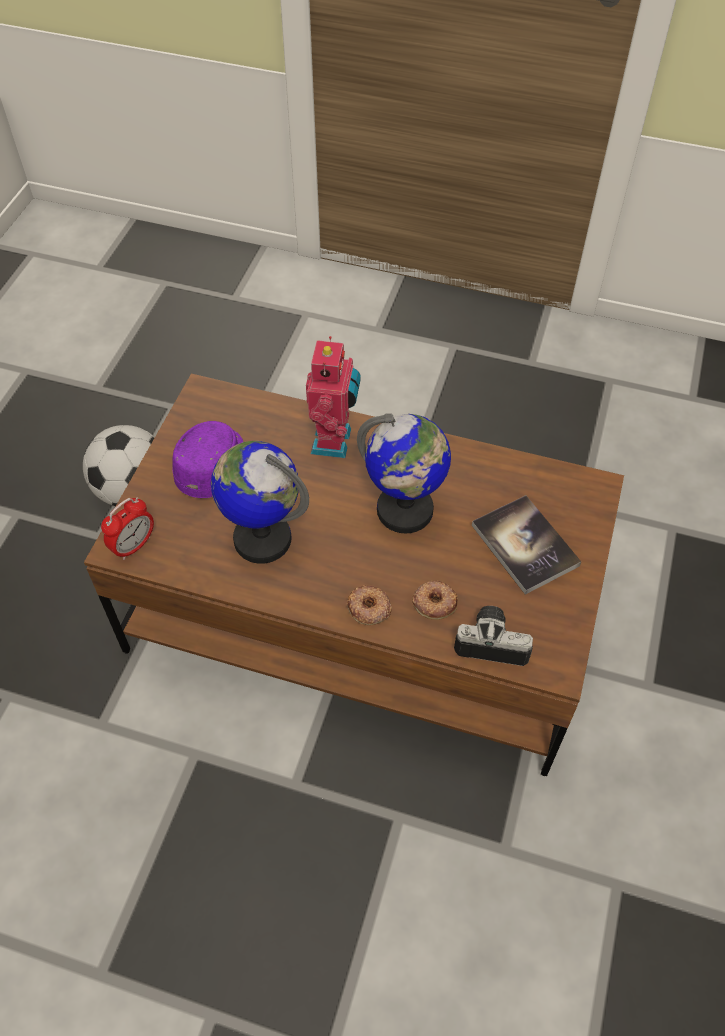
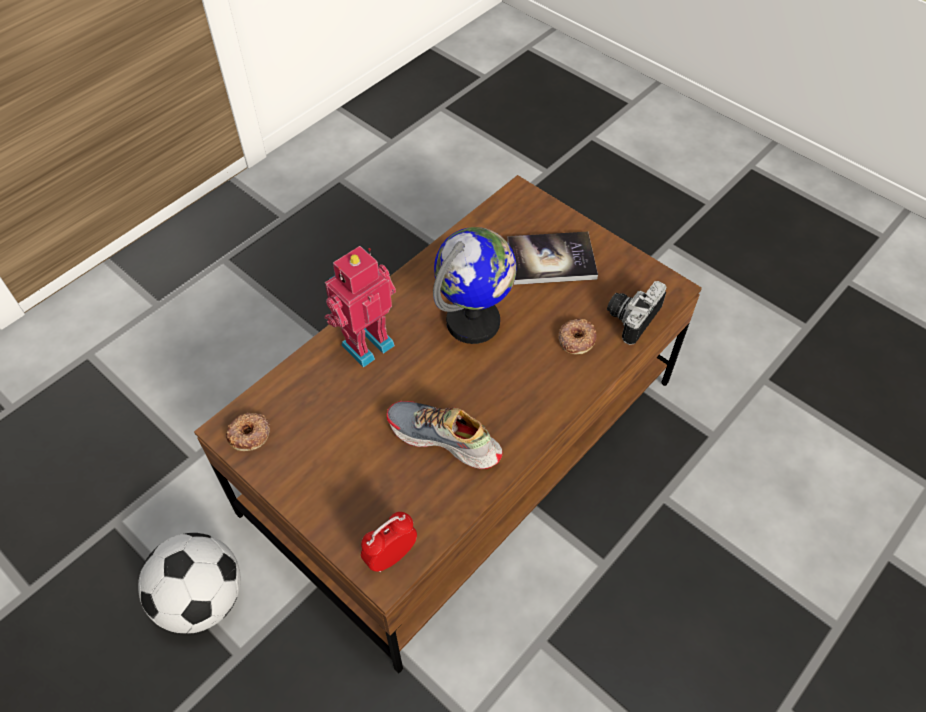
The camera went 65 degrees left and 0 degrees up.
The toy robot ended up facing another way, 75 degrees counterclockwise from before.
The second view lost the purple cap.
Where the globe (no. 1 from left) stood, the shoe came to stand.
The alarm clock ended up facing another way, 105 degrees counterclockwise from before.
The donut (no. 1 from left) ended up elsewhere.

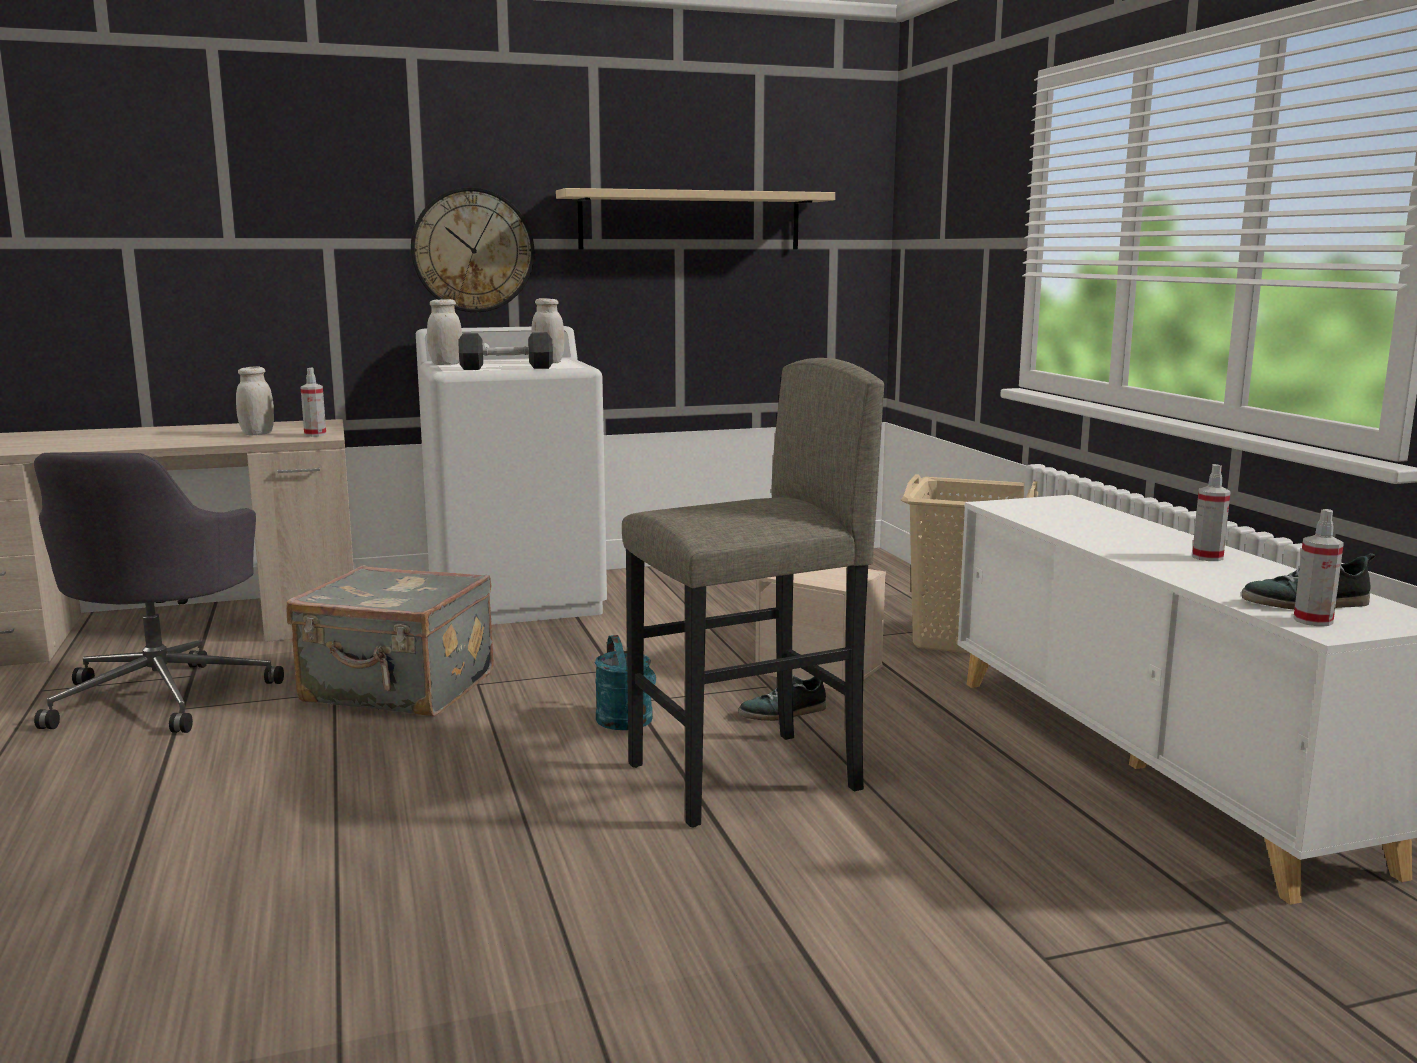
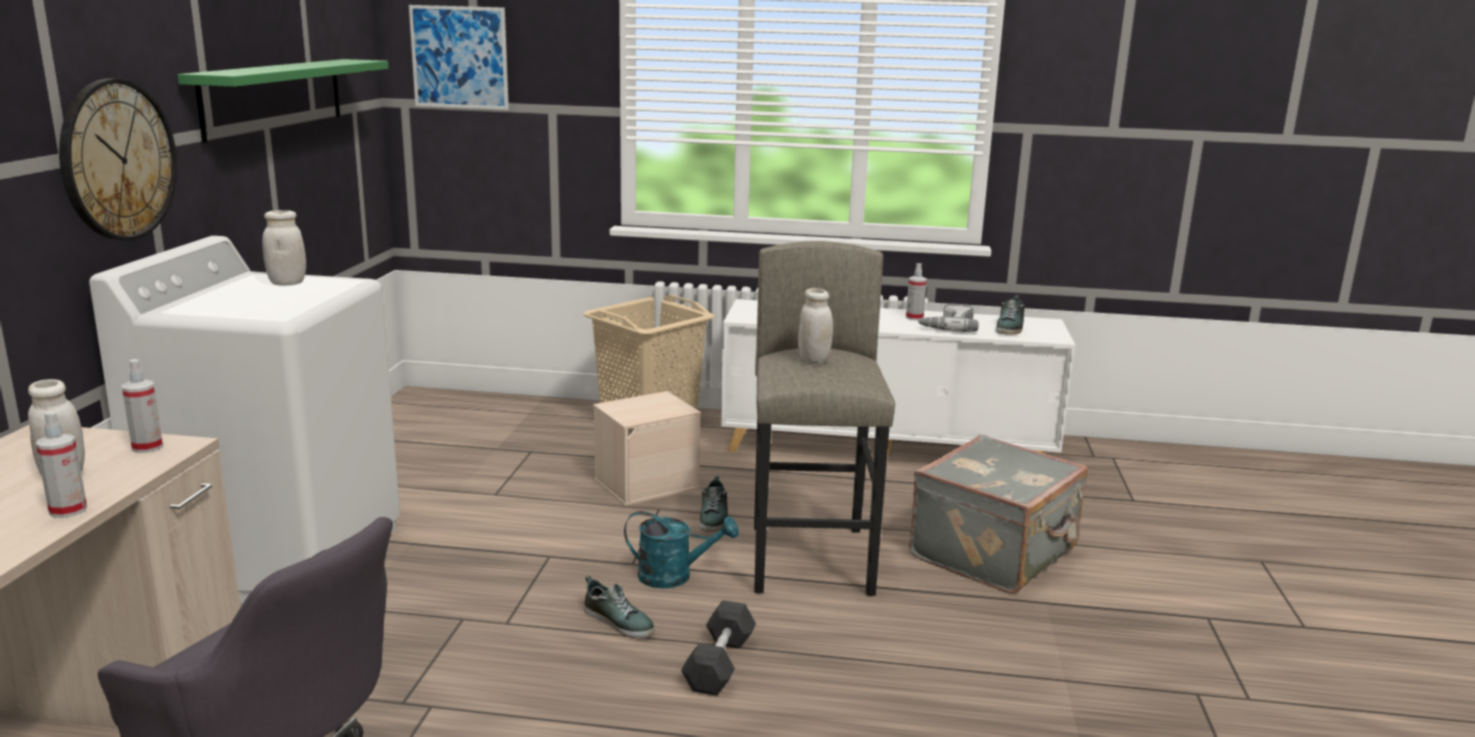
The camera went 65 degrees left and 5 degrees up.
What was the beige shelf turned into the green shelf.
The white jar (no. 2 from left in the first image) ended up elsewhere.
The grey dumbbell ended up elsewhere.
The spray bottle (no. 3 from left in the first image) ended up elsewhere.
The grey suitcase ended up elsewhere.
The second view gained the picture.
The second view gained the power drill.
The second view gained the shoe (no. 1 from left).

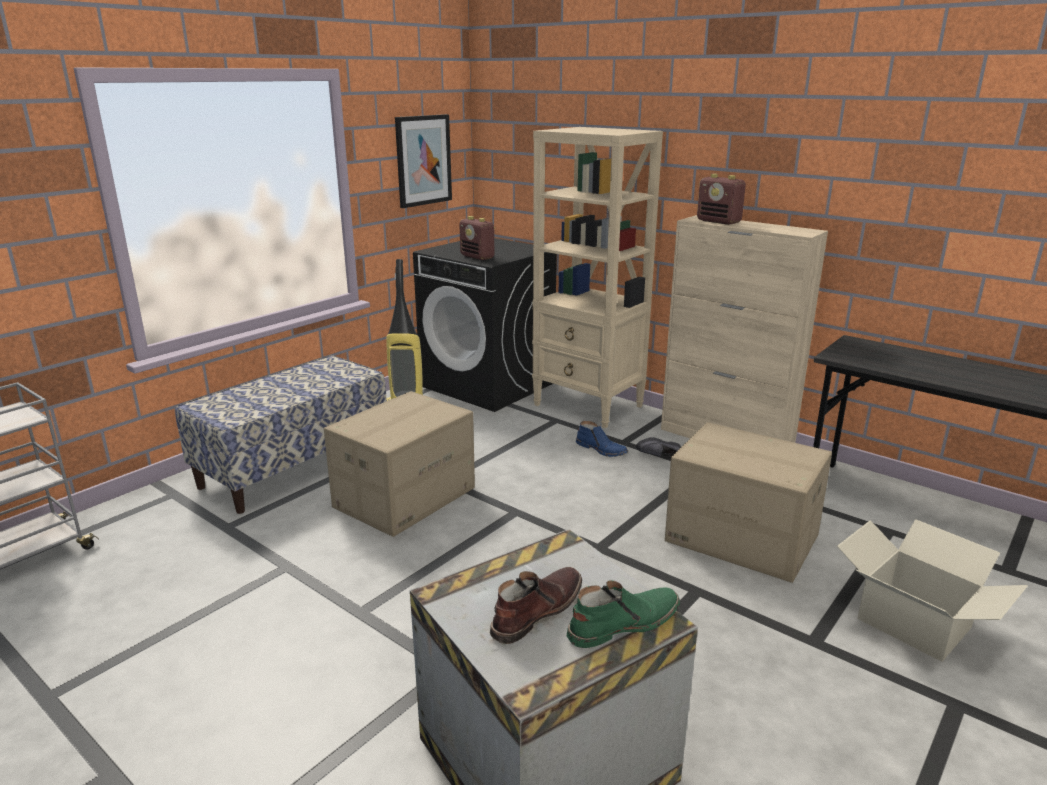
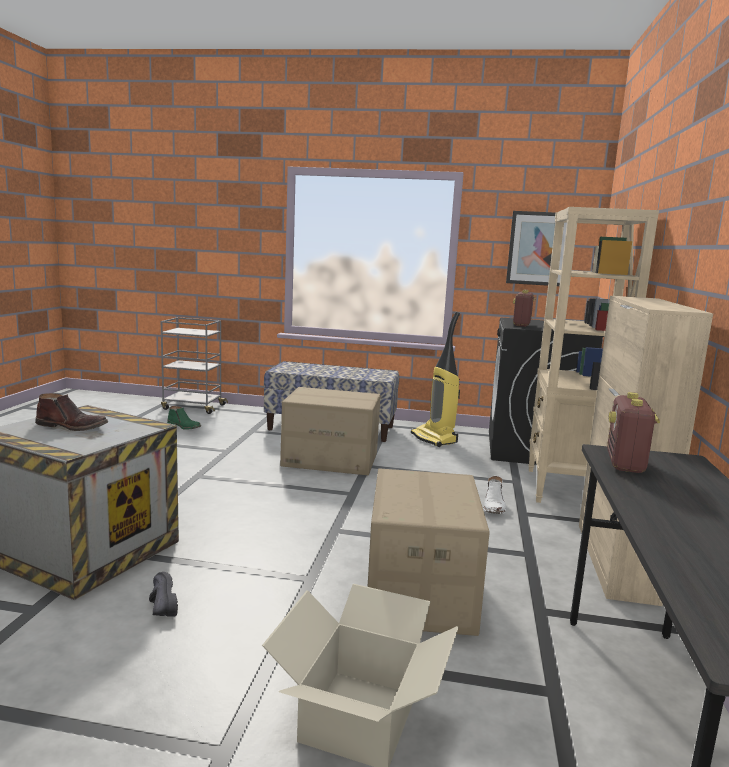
The camera went 60 degrees right and 10 degrees down.
The radio (no. 2 from left) ended up elsewhere.
What was the blue boot turned into the white boot.
The black shoe ended up elsewhere.
The green boot ended up elsewhere.

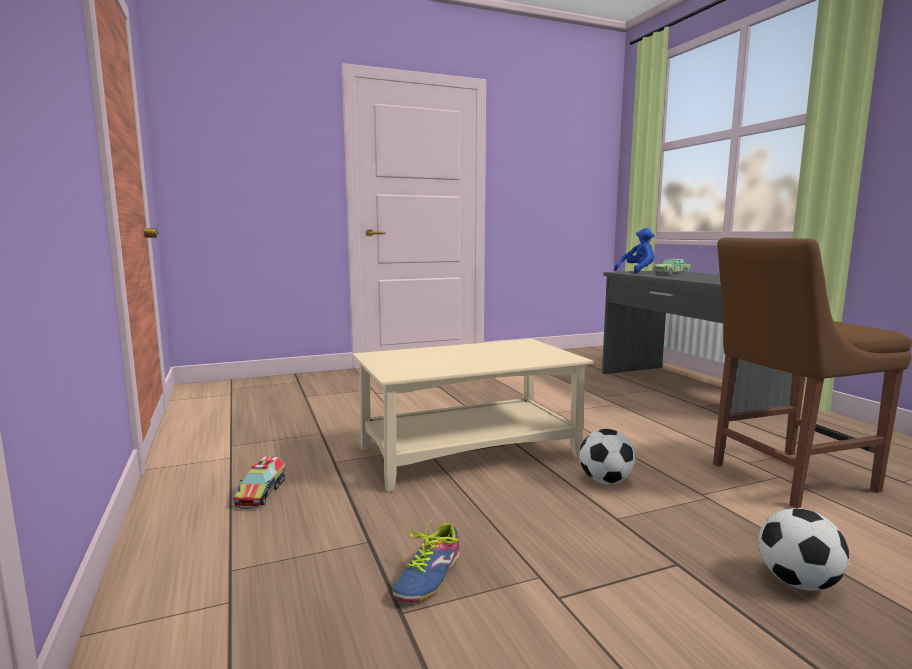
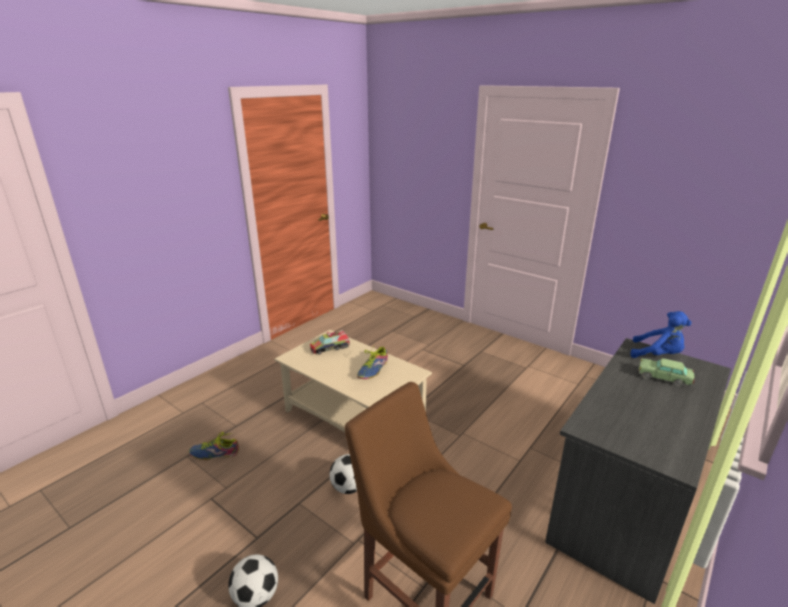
The camera went 60 degrees right and 15 degrees up.
The toy truck ended up elsewhere.
The second view gained the shoe (no. 2 from left).

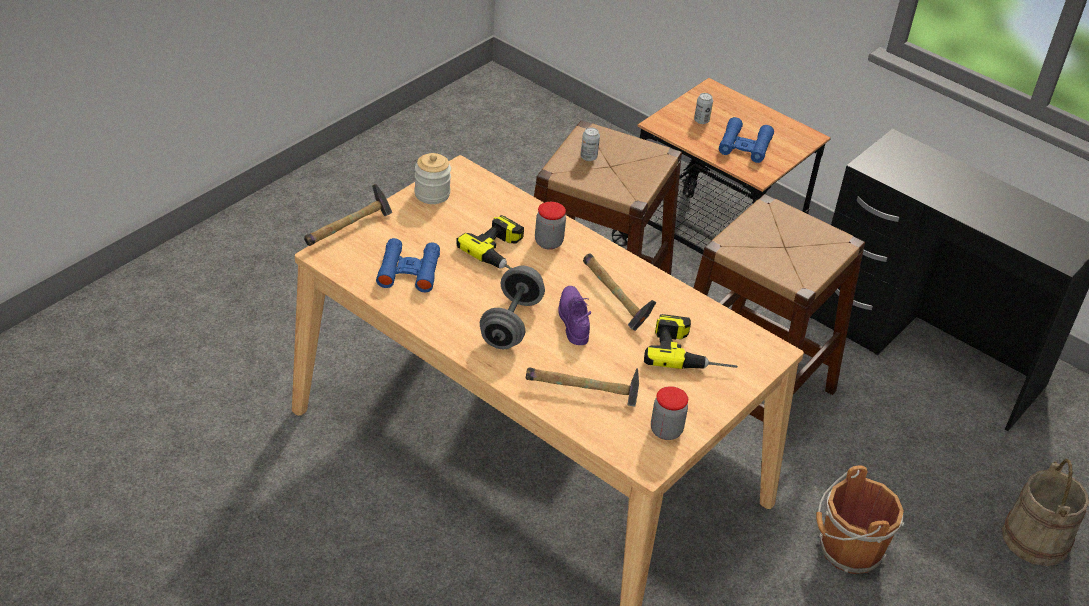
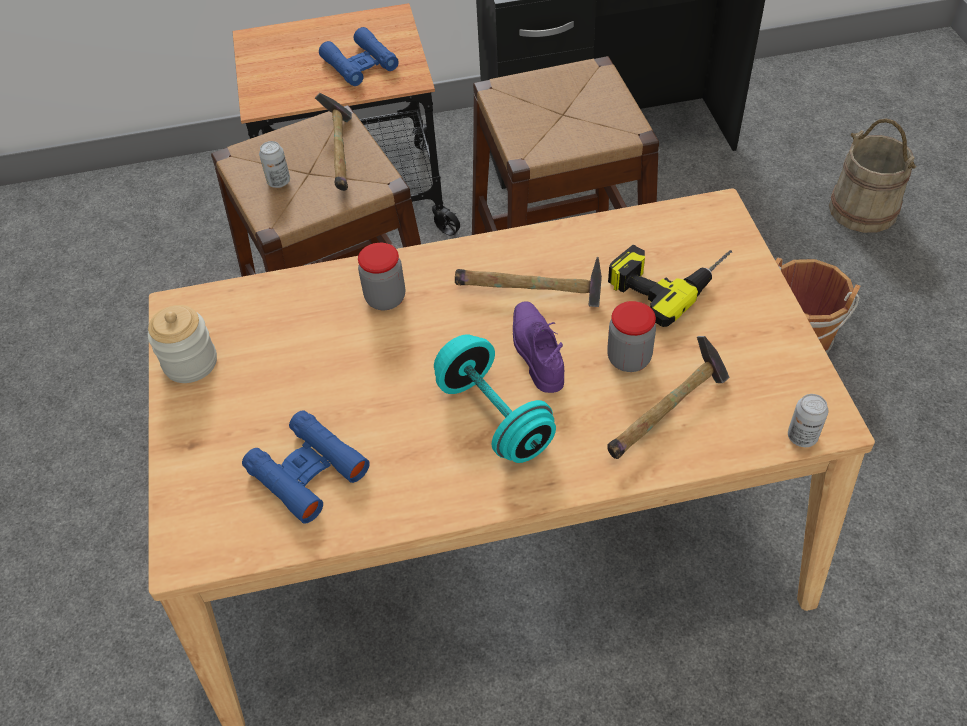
The camera went 45 degrees left and 10 degrees up.
The can (no. 2 from left) ended up elsewhere.
The hammer (no. 1 from left) ended up elsewhere.
The second view lost the power drill (no. 1 from left).
What was the grey dumbbell turned into the turquoise dumbbell.
The purple shoe ended up facing another way, 45 degrees clockwise from before.
The jar (no. 3 from left) ended up elsewhere.

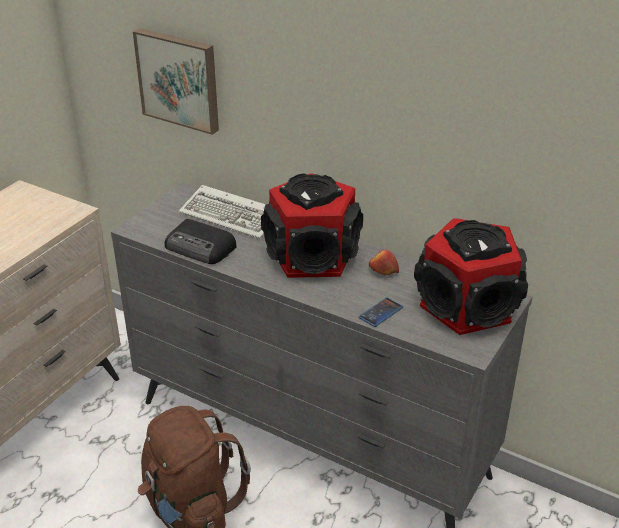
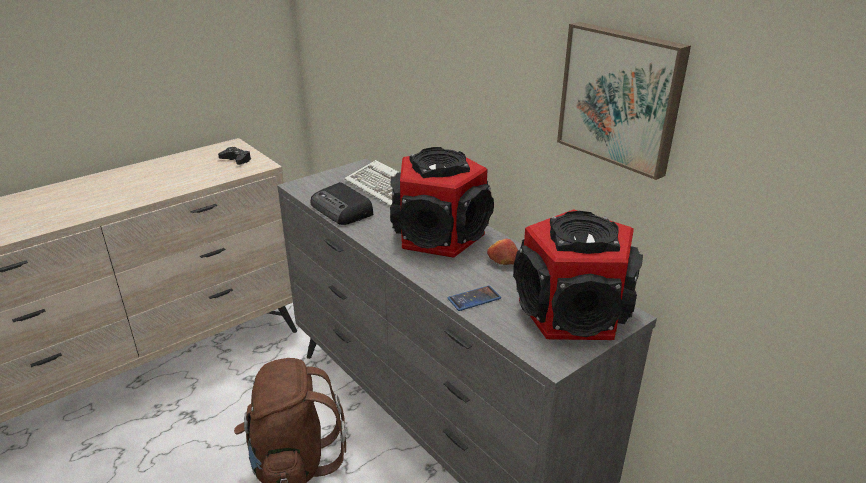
The camera went 20 degrees right and 5 degrees down.
The picture ended up elsewhere.
The second view gained the black game controller.

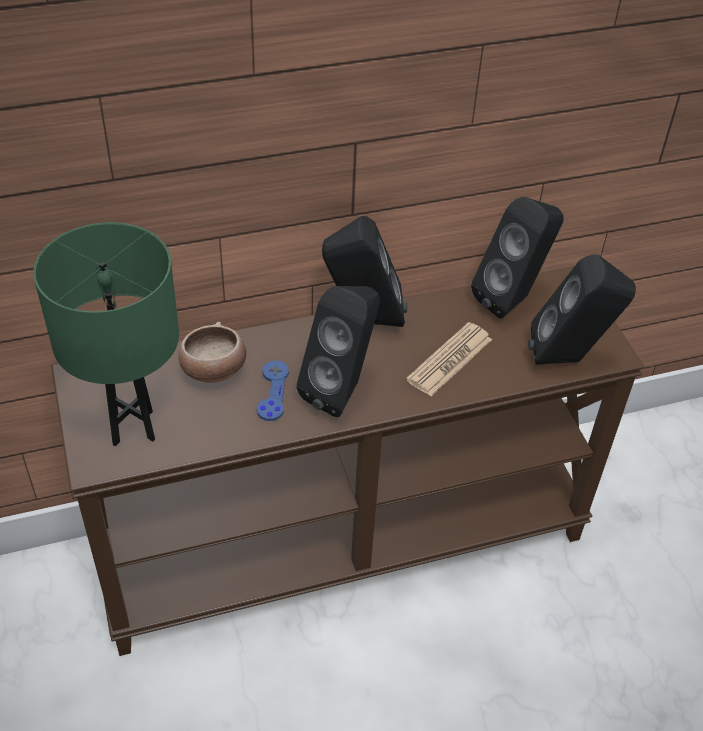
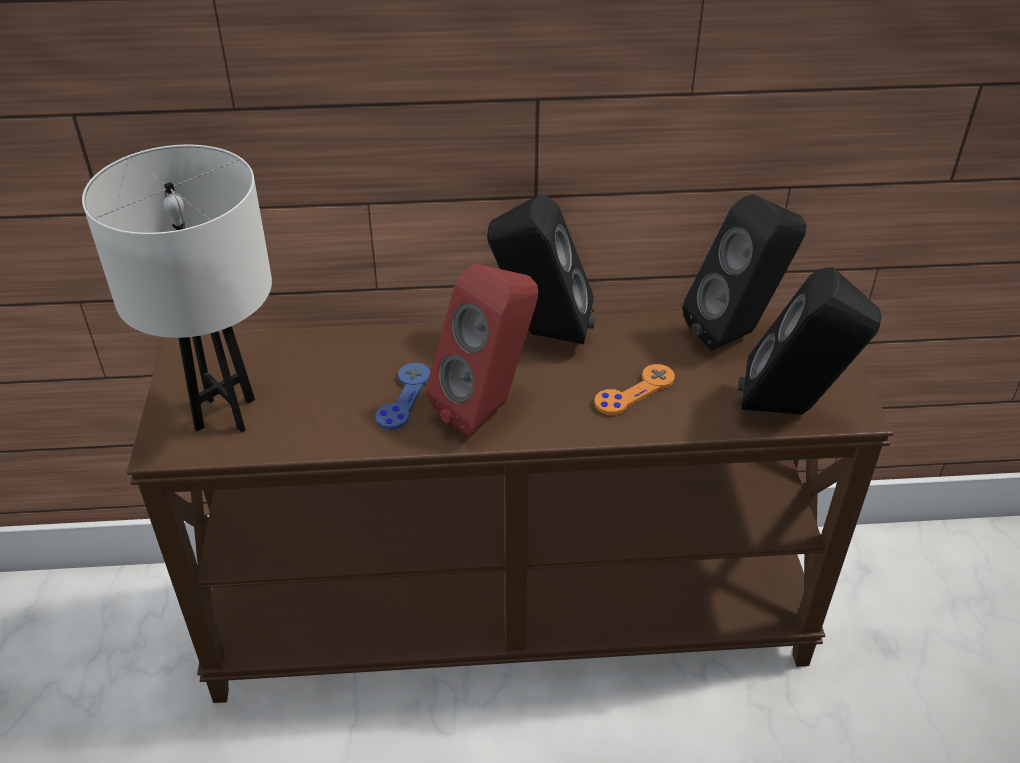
The camera went 15 degrees right and 5 degrees down.
What was the green table lamp turned into the white table lamp.
What was the black speaker (no. 1 from left) turned into the red speaker.
The second view lost the bowl.
Where the newspaper stood, the orange game controller came to stand.

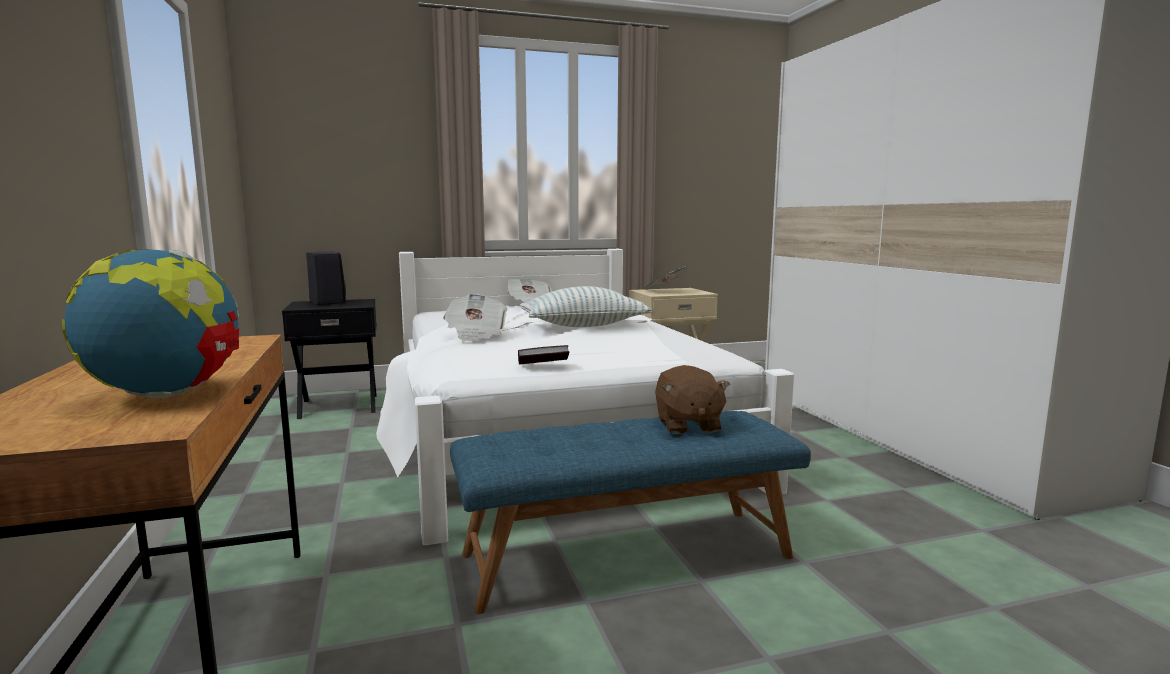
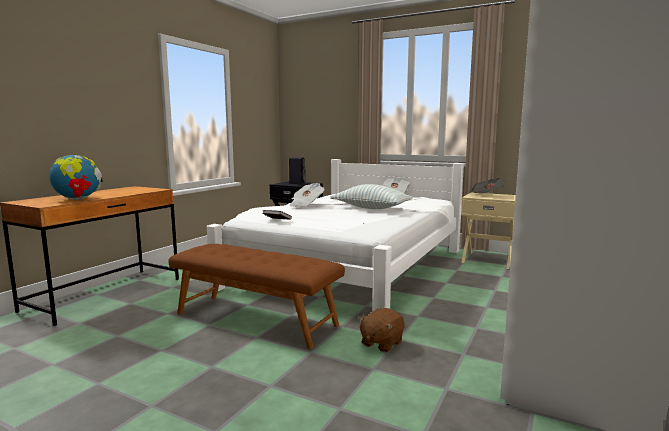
The camera went 45 degrees right and 0 degrees up.
The brown plush toy ended up elsewhere.
What was the blue bench turned into the brown bench.

